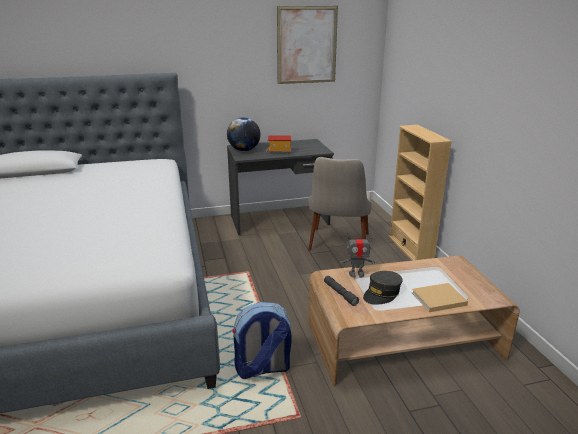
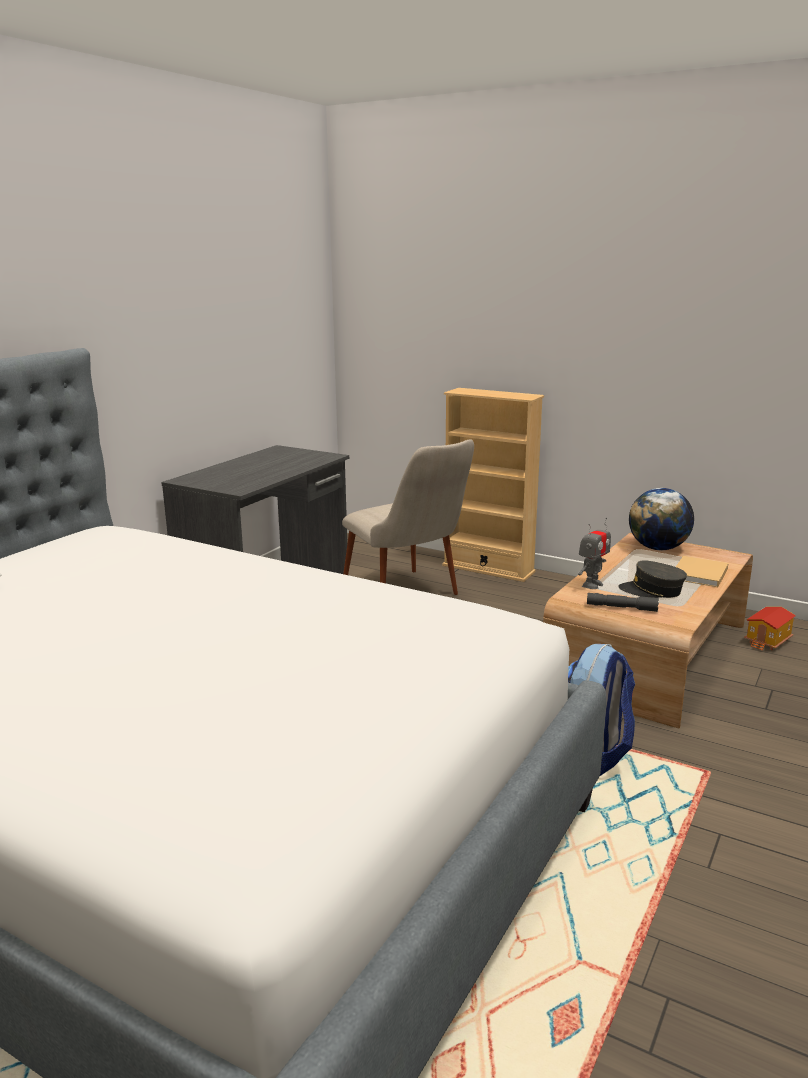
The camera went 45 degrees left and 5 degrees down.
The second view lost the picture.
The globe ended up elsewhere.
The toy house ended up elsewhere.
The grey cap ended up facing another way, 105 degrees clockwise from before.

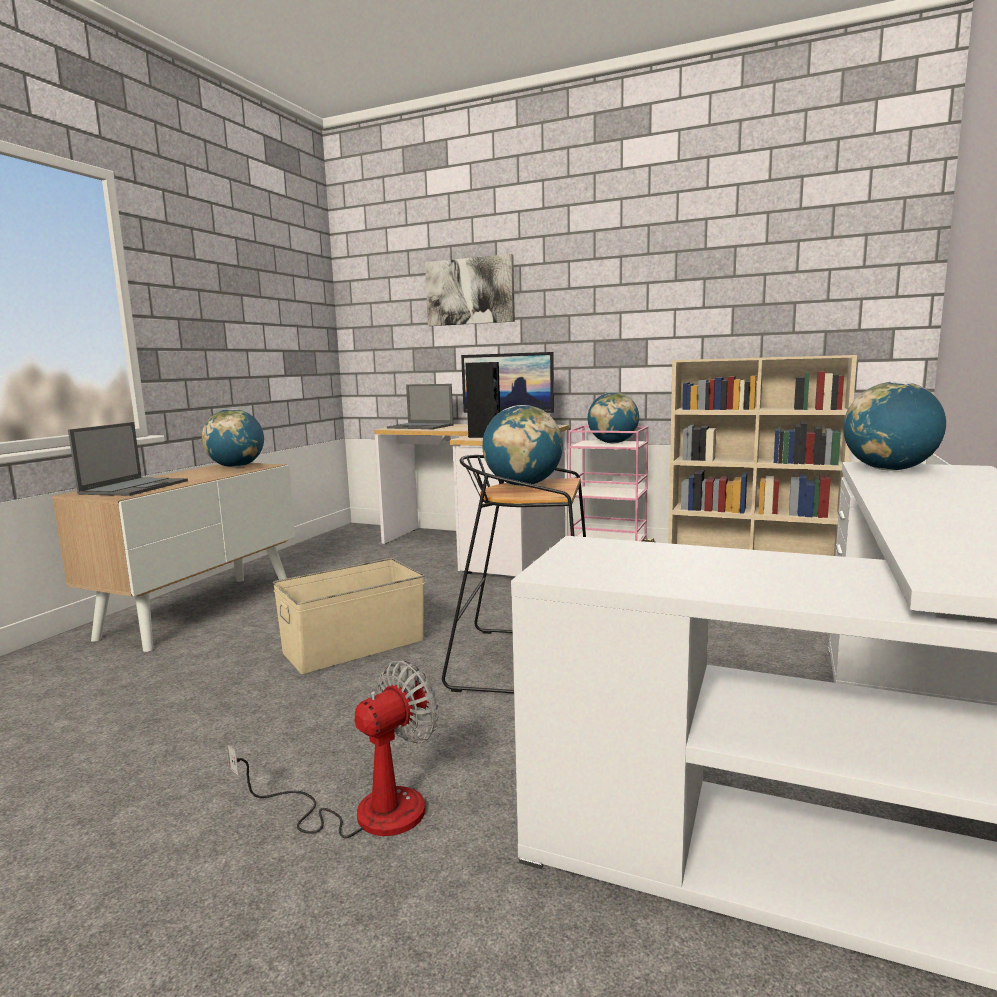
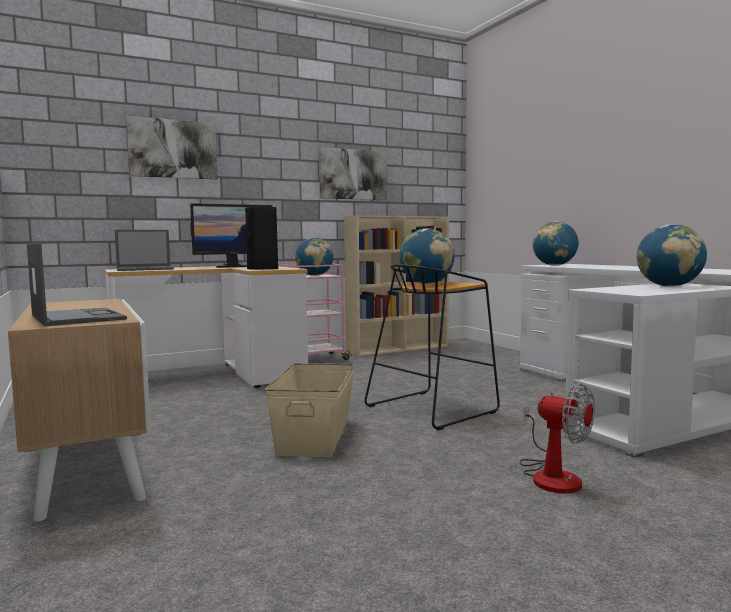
The camera went 50 degrees left and 5 degrees down.
The globe (no. 1 from left in the first image) ended up elsewhere.
The fan ended up facing another way, 135 degrees clockwise from before.
The second view gained the picture (no. 2 from left).

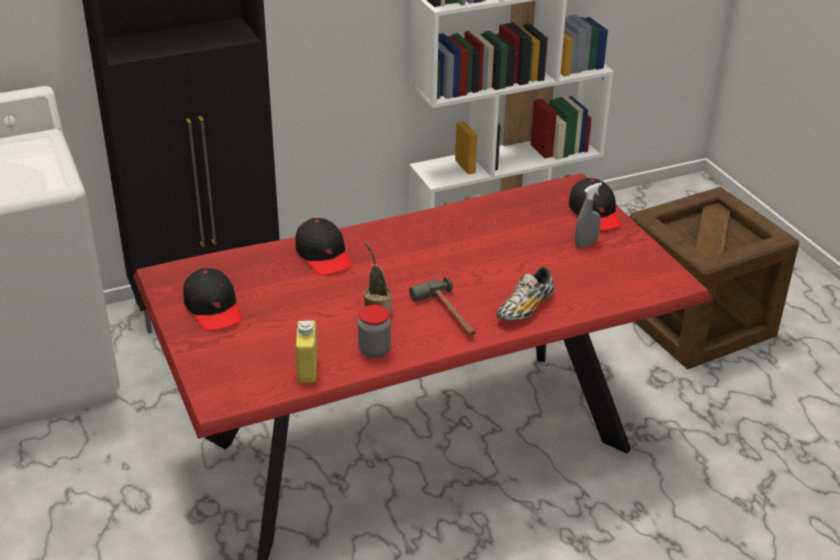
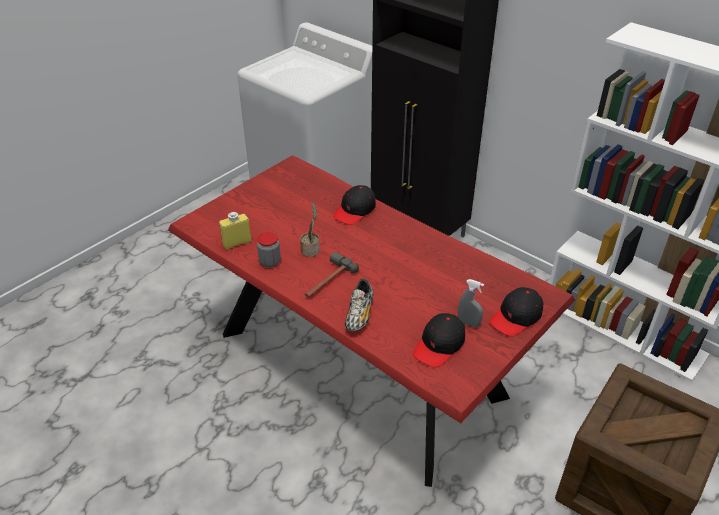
The camera went 65 degrees right and 5 degrees up.
The shoe ended up facing another way, 90 degrees counterclockwise from before.
The black cap (no. 1 from left in the first image) ended up elsewhere.

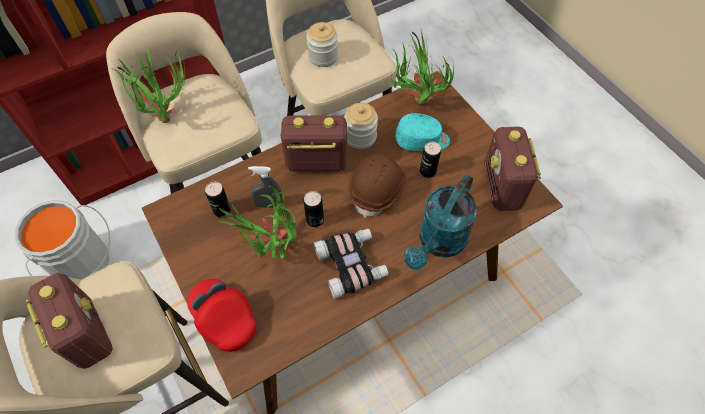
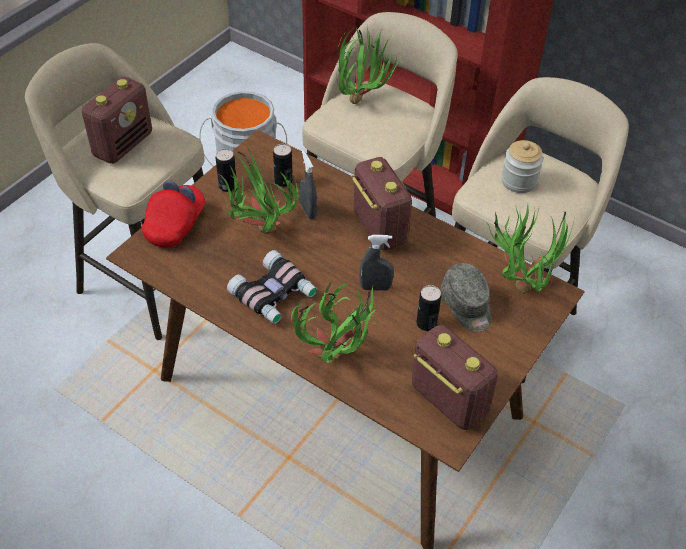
The camera went 65 degrees right and 10 degrees down.
The second view lost the jar (no. 2 from left).
What was the turquoise cap turned into the grey cap.
The radio (no. 3 from left) ended up facing another way, 75 degrees clockwise from before.
Where the brown hard hat stood, the grey spray bottle (no. 2 from left) came to stand.
Where the turquoise watering can stood, the potted plant (no. 2 from left) came to stand.
The can (no. 2 from left in the first image) ended up elsewhere.

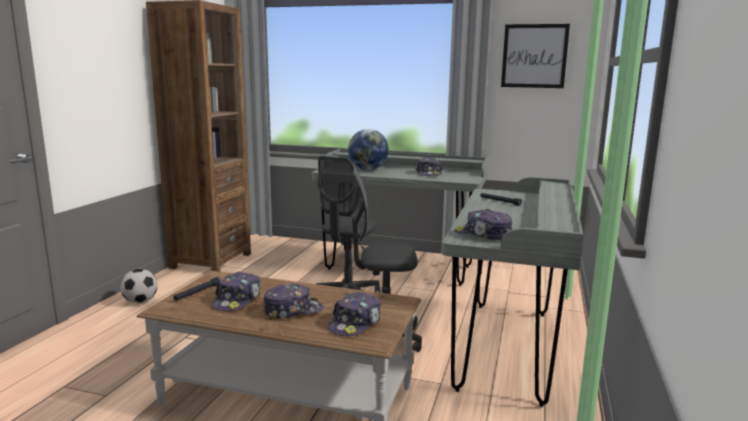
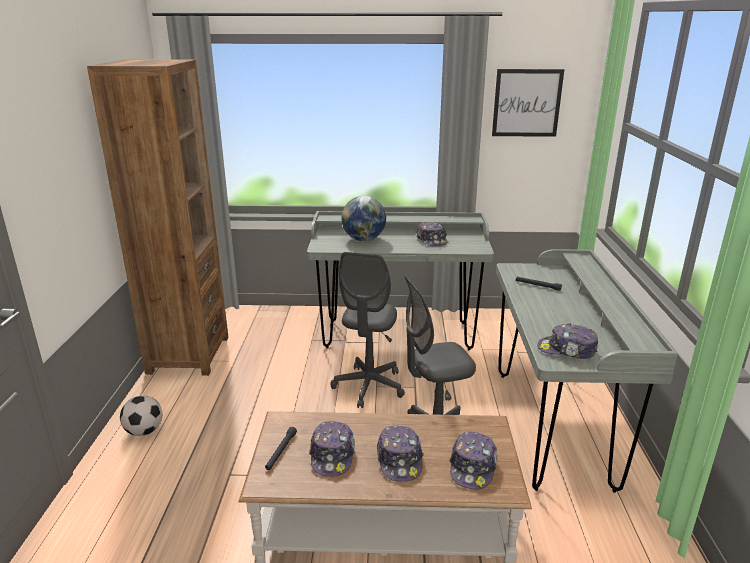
The camera went 15 degrees left and 10 degrees up.
The cap (no. 2 from left) ended up facing another way, 120 degrees clockwise from before.

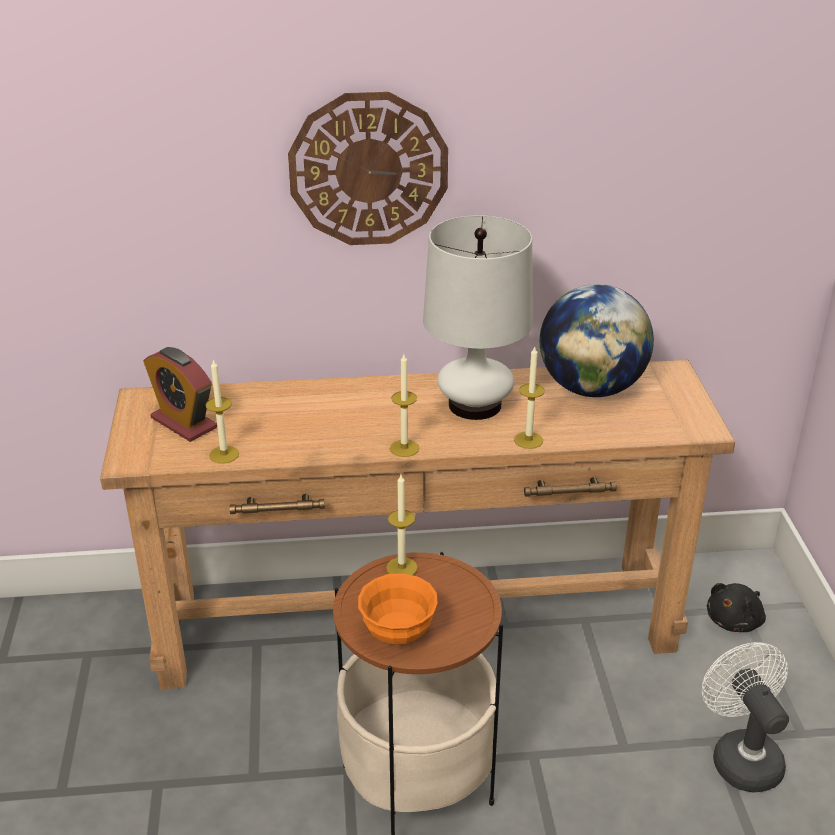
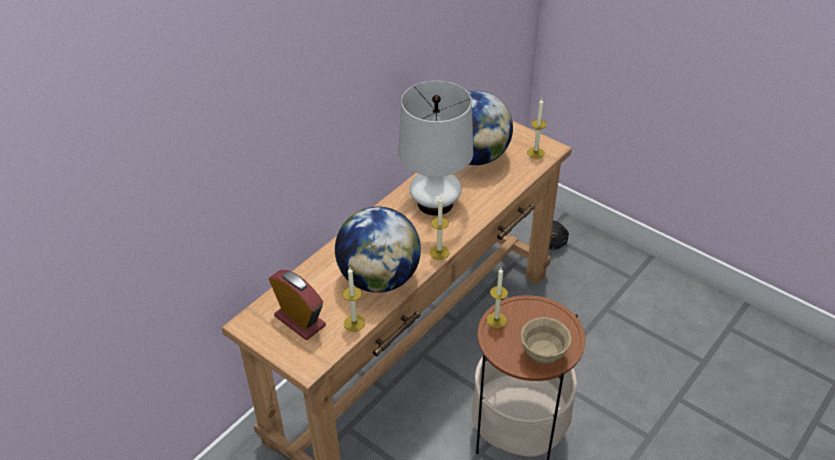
The camera went 45 degrees left and 10 degrees up.
The second view lost the wall clock.
The alarm clock ended up facing another way, 135 degrees counterclockwise from before.
The candle (no. 4 from left) ended up elsewhere.
What was the orange bowl turned into the beige bowl.
The second view lost the white fan.
The second view gained the globe (no. 1 from left).

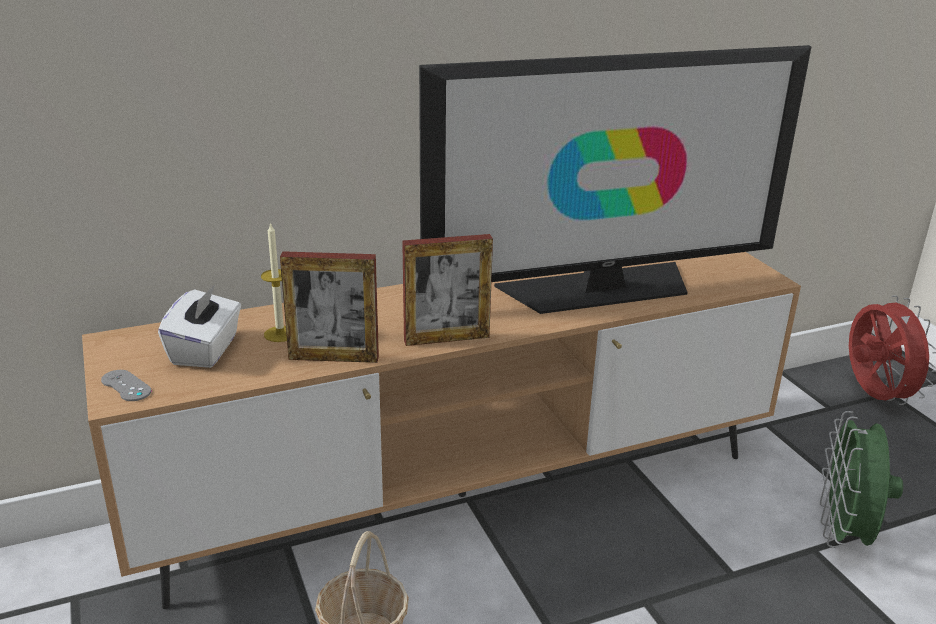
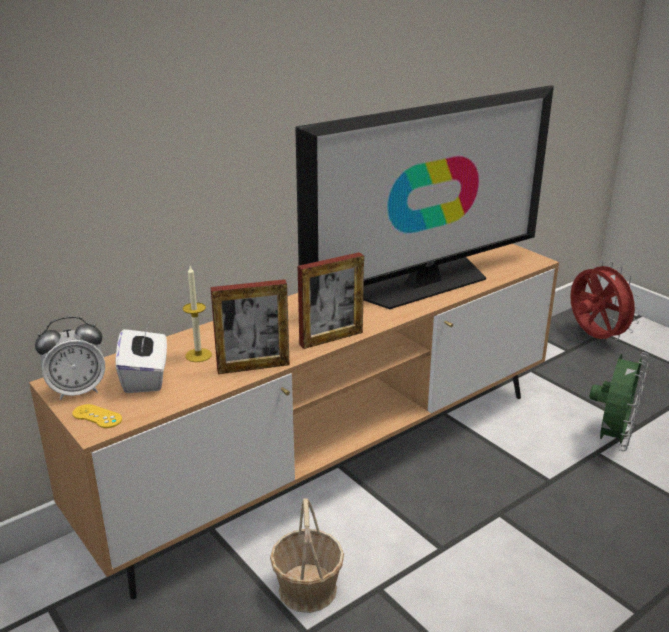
The camera went 15 degrees left and 0 degrees up.
What was the grey game controller turned into the yellow game controller.
The green fan ended up facing another way, 150 degrees counterclockwise from before.
The second view gained the alarm clock.

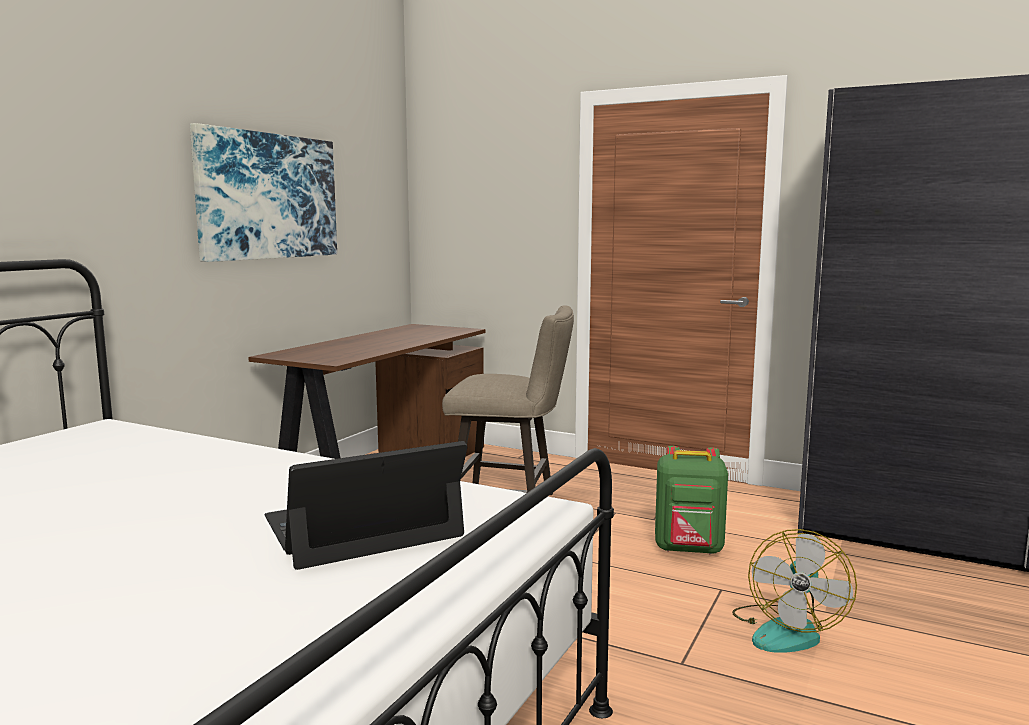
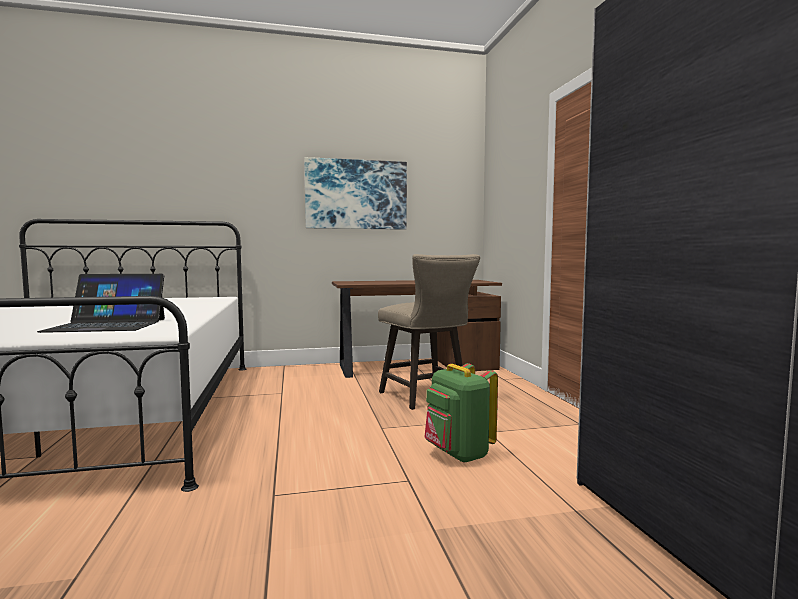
The camera went 50 degrees right and 5 degrees down.
The laptop ended up facing another way, 150 degrees clockwise from before.
The second view lost the fan.

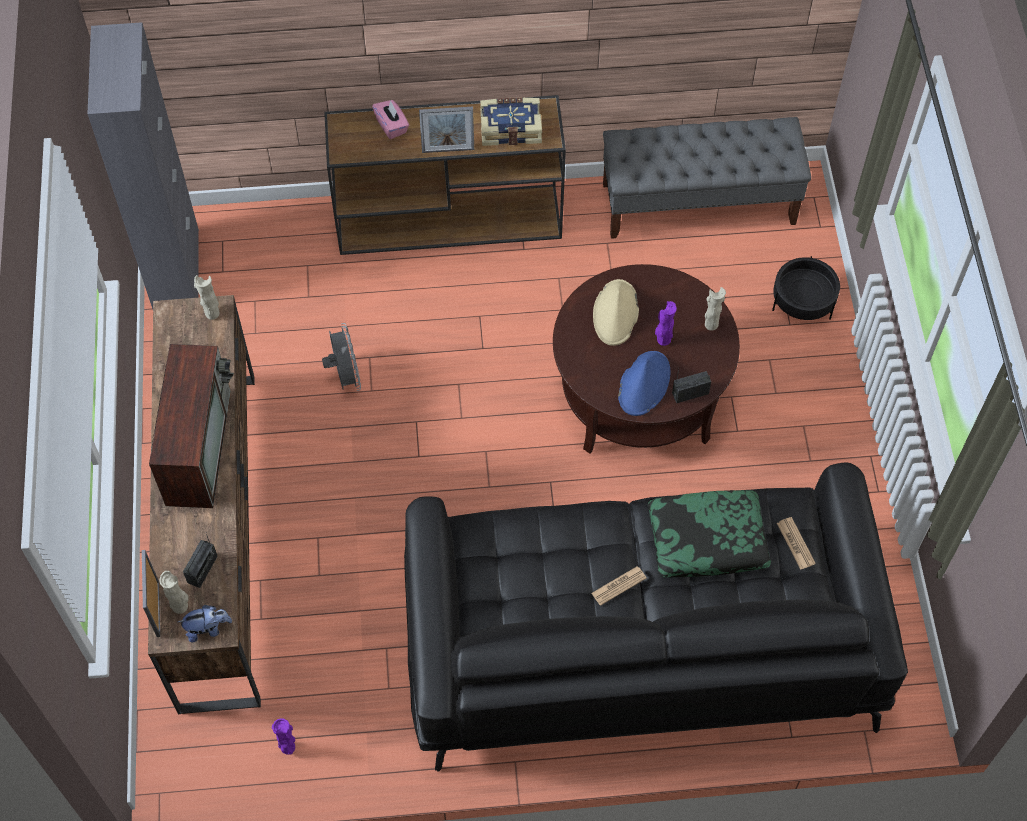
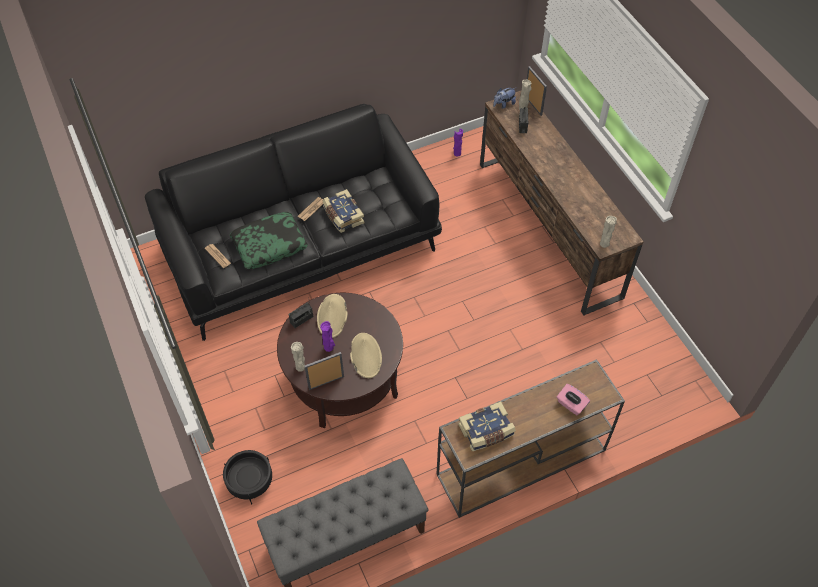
The camera went 160 degrees right and 5 degrees down.
The second view lost the grey cabinet.
The picture frame (no. 2 from left in the first image) ended up elsewhere.
The second view lost the grey fan.
The second view lost the television.
What was the blue hat turned into the beige hat (no. 1 from left).
The second view gained the book (no. 1 from left).

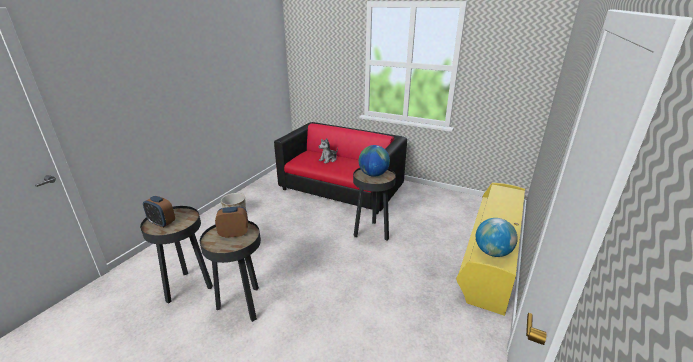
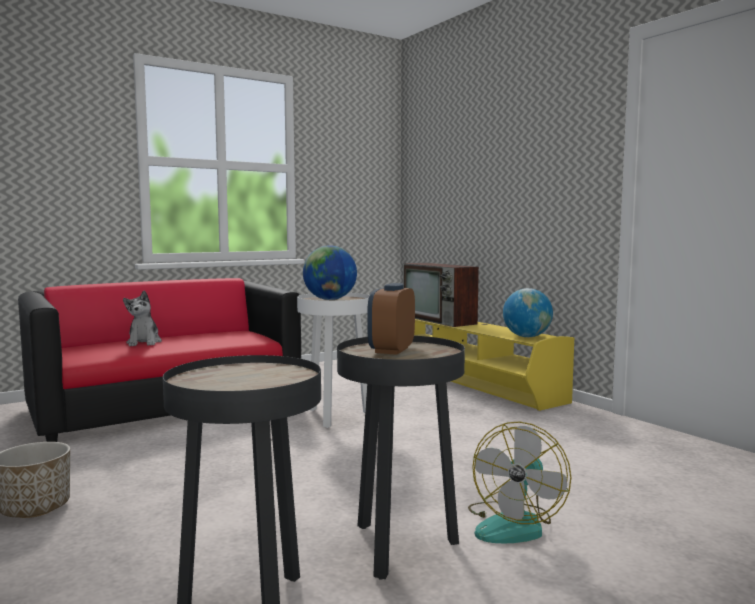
The camera went 60 degrees left and 20 degrees down.
What was the black side table (no. 3 from left) turned into the white side table.
The second view lost the alarm clock (no. 1 from left).
The second view gained the television.
The second view gained the fan.

